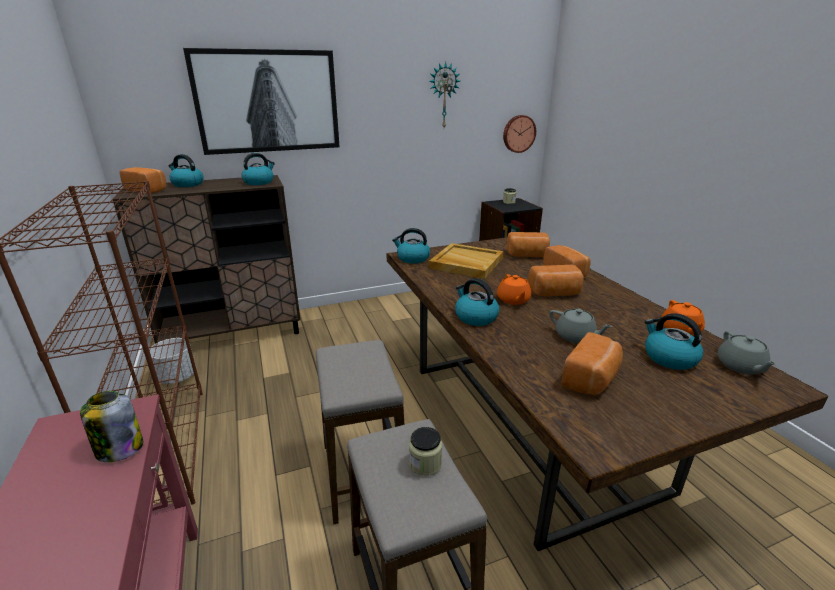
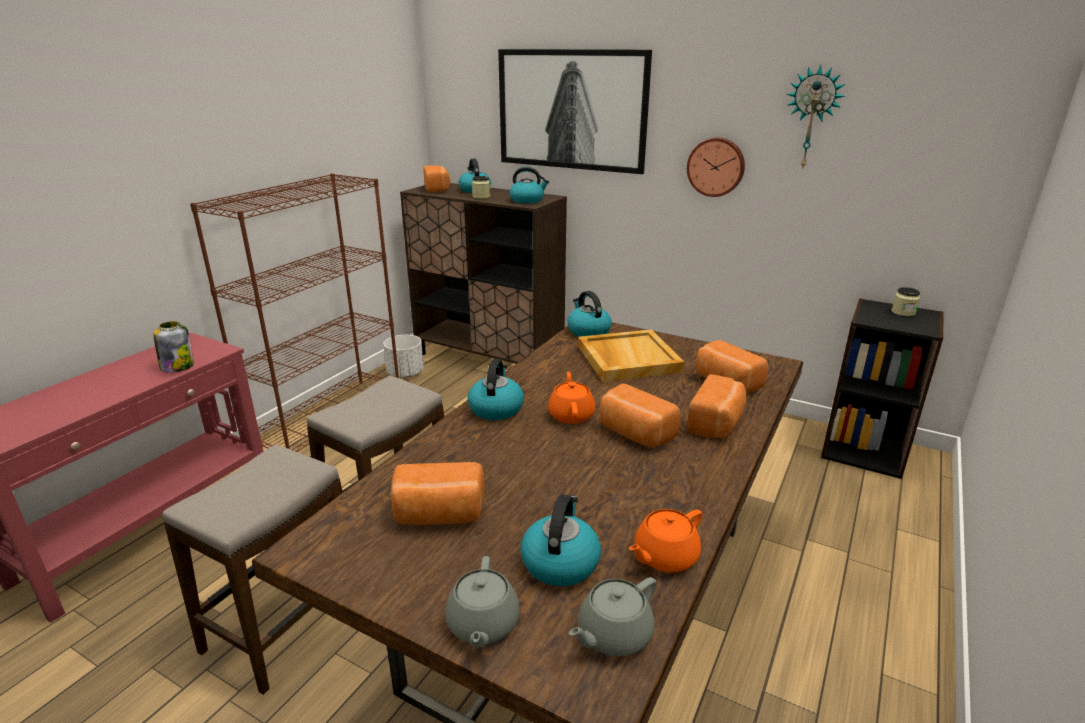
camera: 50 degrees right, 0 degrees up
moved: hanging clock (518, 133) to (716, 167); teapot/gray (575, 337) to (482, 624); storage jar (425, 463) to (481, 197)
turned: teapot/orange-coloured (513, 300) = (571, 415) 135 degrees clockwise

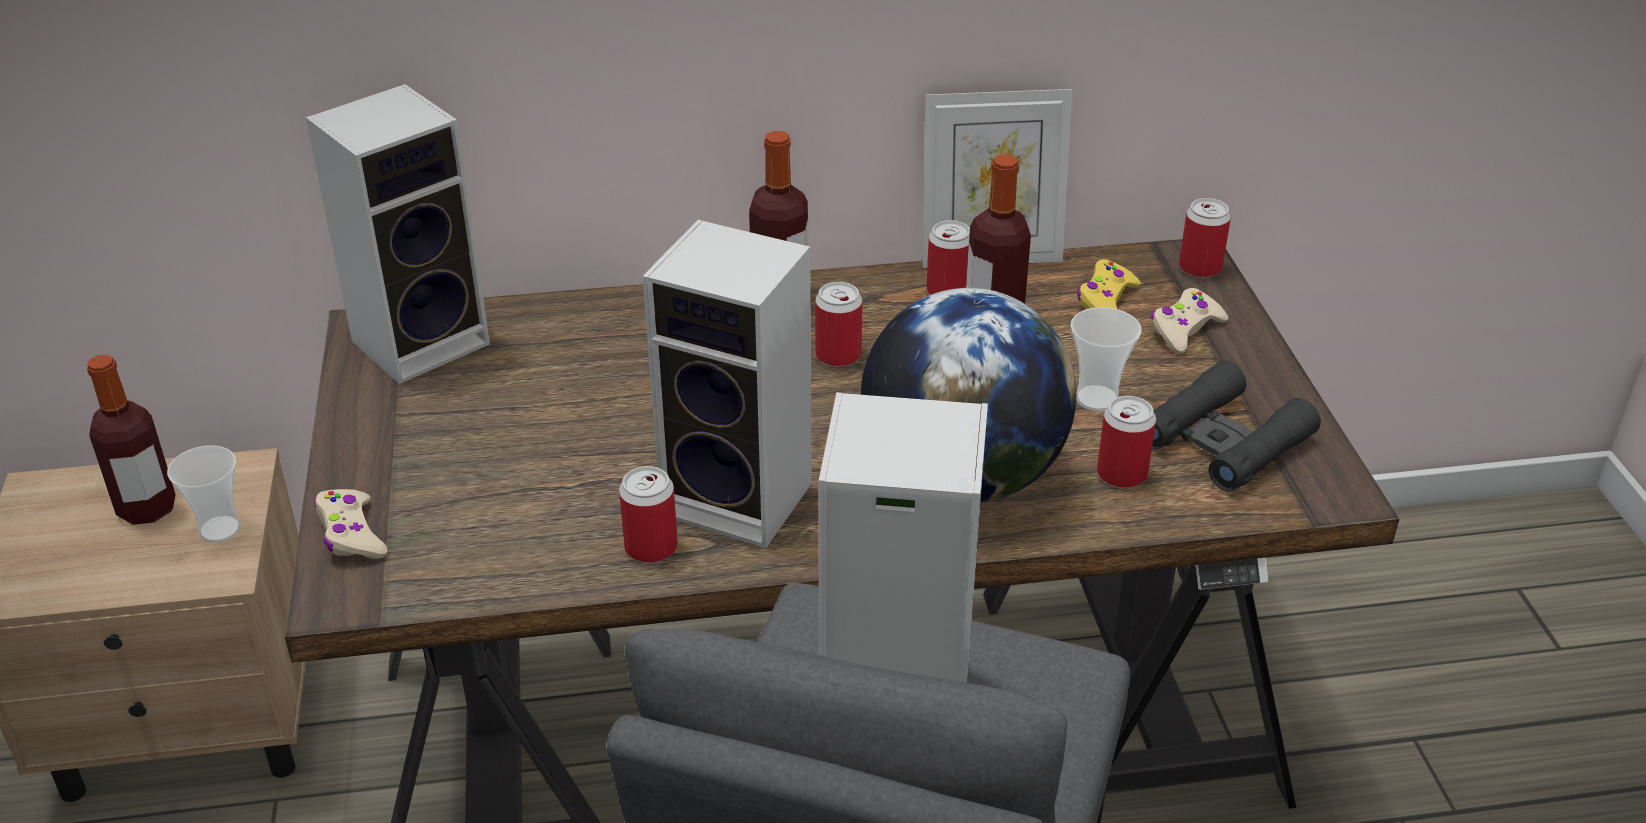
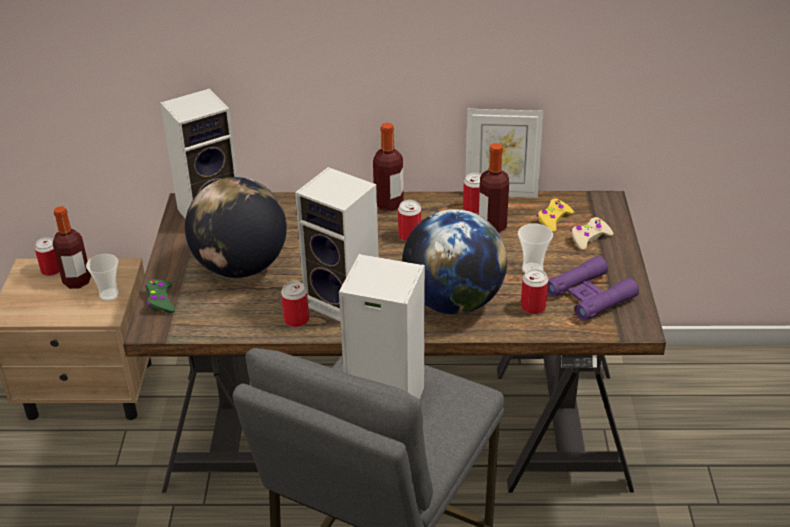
camera: 10 degrees right, 0 degrees up
added: world globe (240, 267)
moved: can (1200, 268) to (51, 270)
recoloured: binoculars/black (1223, 441) to binoculars/purplish (590, 296); joypad/beige-coloured (351, 534) to joypad/green (160, 301)

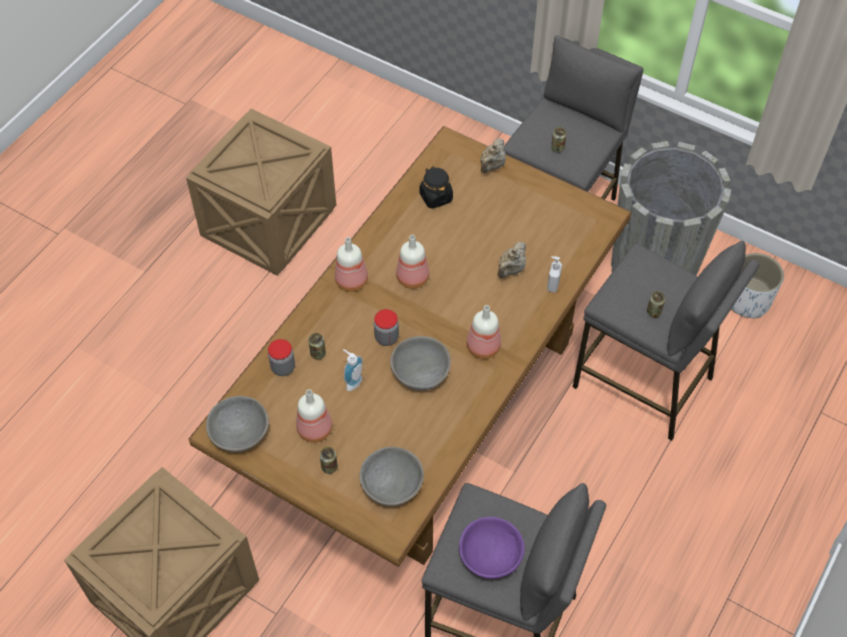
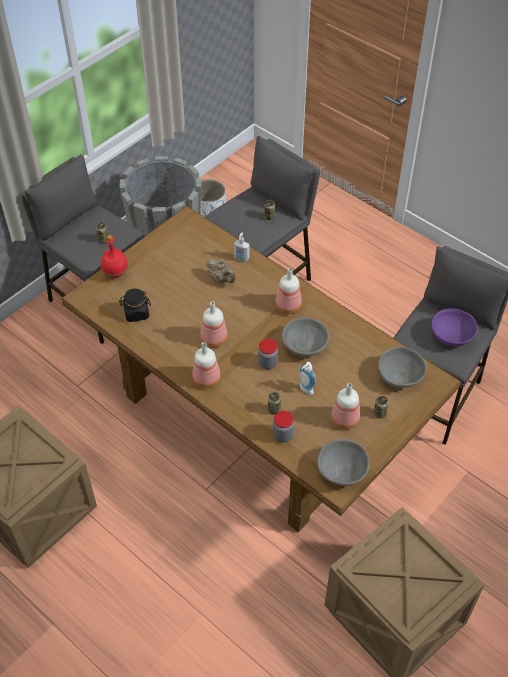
camera: 80 degrees left, 5 degrees down
replaced: teapot/beige-coloured (492, 166) to drink bottle/red (116, 274)

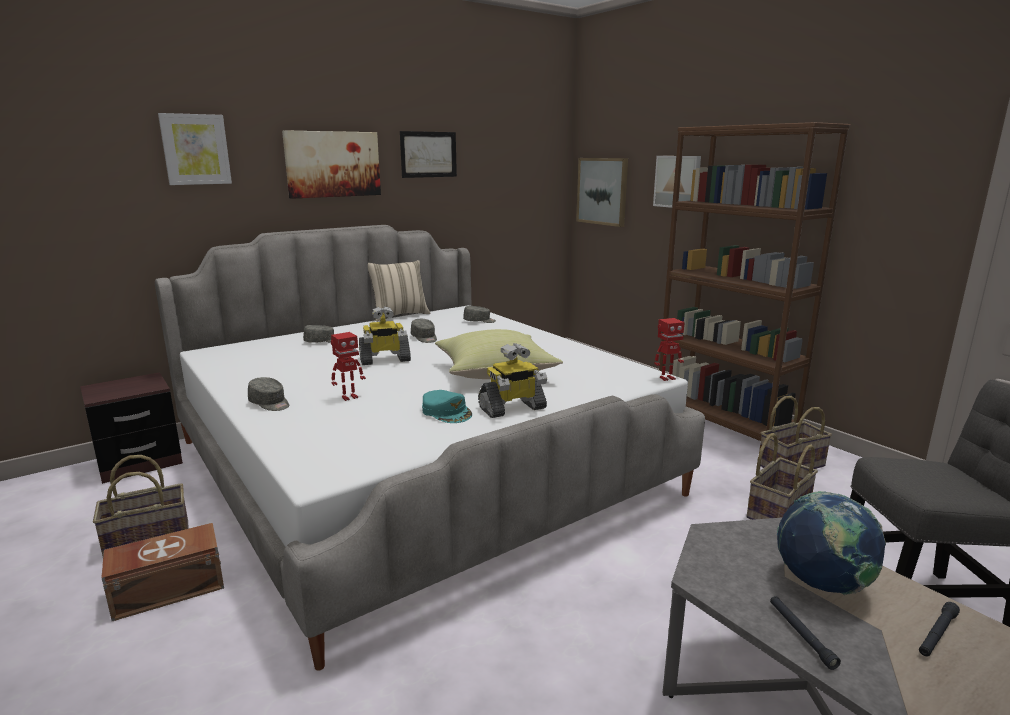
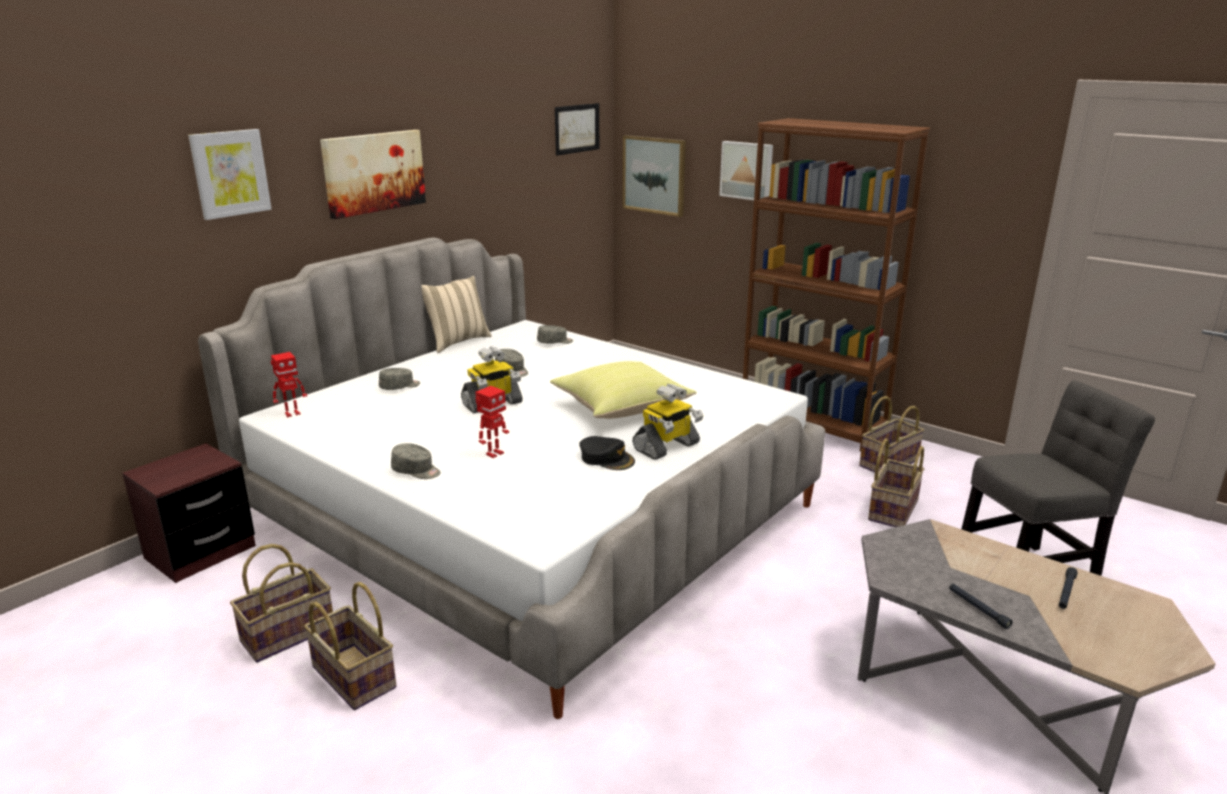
camera: 15 degrees left, 5 degrees up
removed: world globe (822, 584)
moved: wall art (428, 154) to (577, 128); robot figure (666, 378) to (292, 414)
replaced: storage bin/brown-coloured (167, 589) to household basket (352, 677)
recoloured: baseball cap/turquoise (447, 412) to baseball cap/black (607, 458)

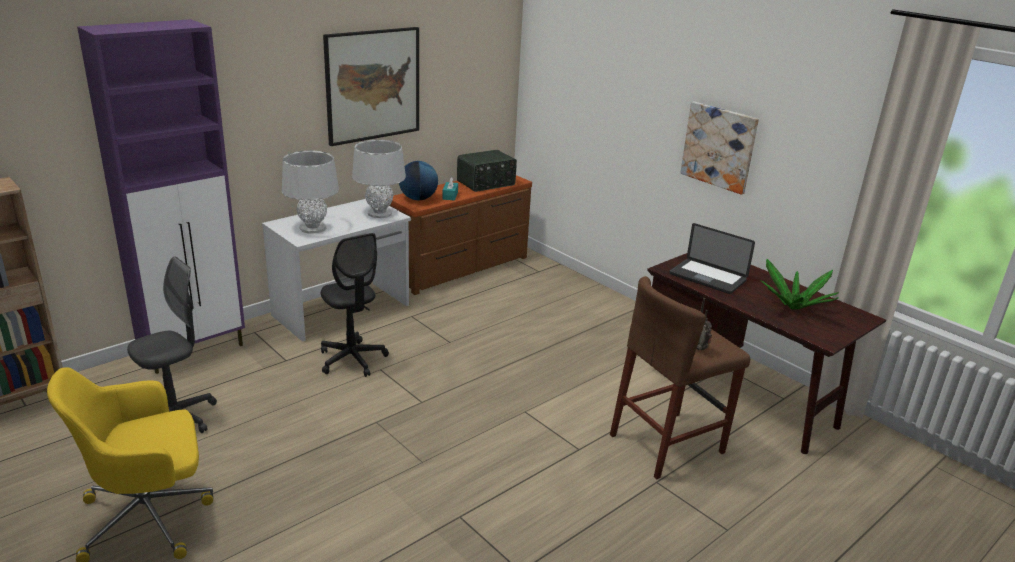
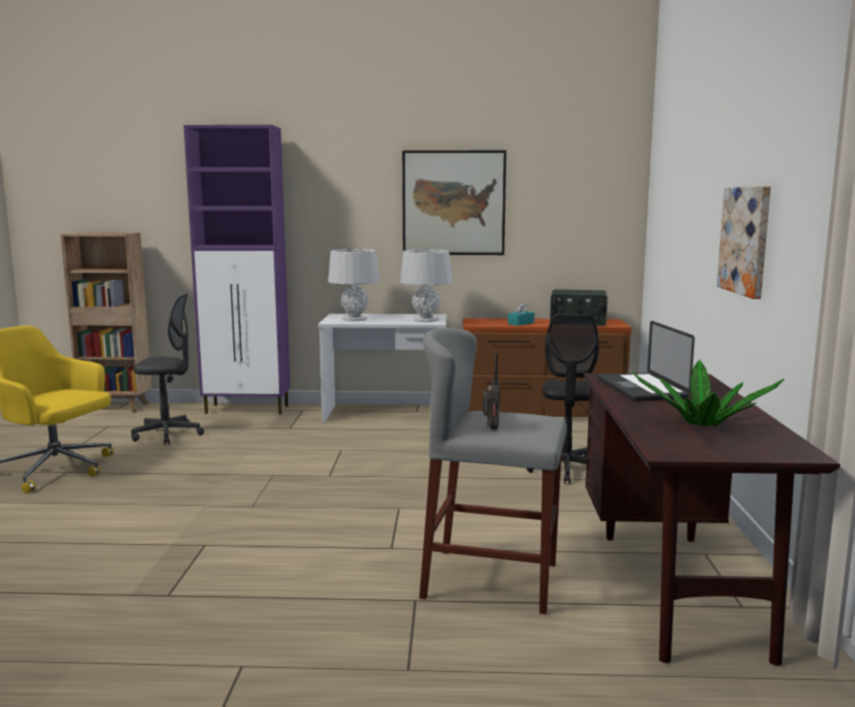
camera: 45 degrees right, 15 degrees down
removed: world globe (418, 199)
moved: computer chair/black (352, 360) to (566, 470)
recoloured: stool seat/brown-coloured (667, 444) to stool seat/gray (491, 580)

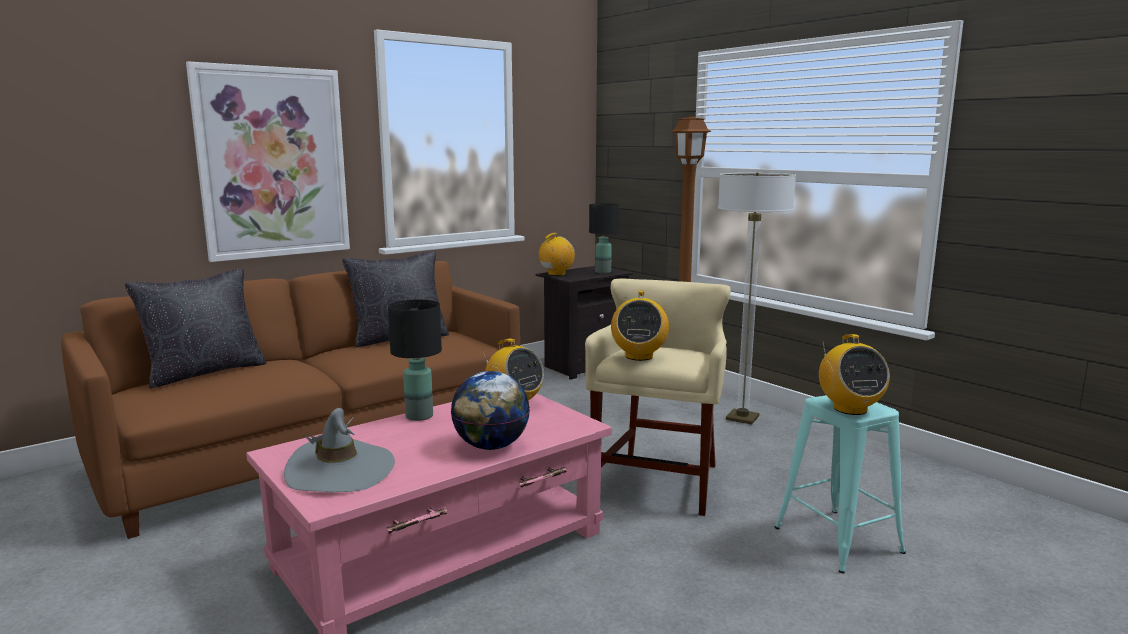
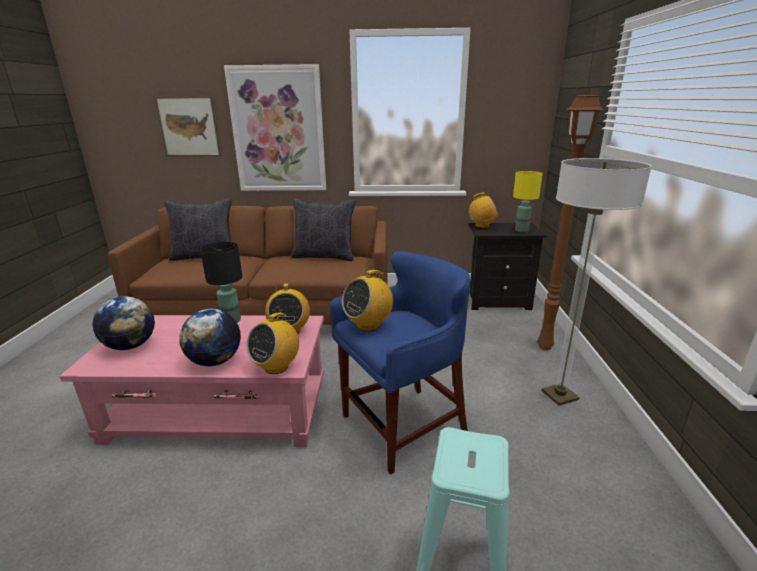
camera: 40 degrees right, 10 degrees up
added: wall art (189, 127)
moved: radio receiver (849, 409) to (276, 367)
replaced: wearable hat/gray (340, 471) to world globe (130, 346)
recoloured: lamp for a table/black (603, 272) to lamp for a table/yellowish (521, 230); stool seat/beige-coloured (659, 483) to stool seat/blue-coloured (403, 426)

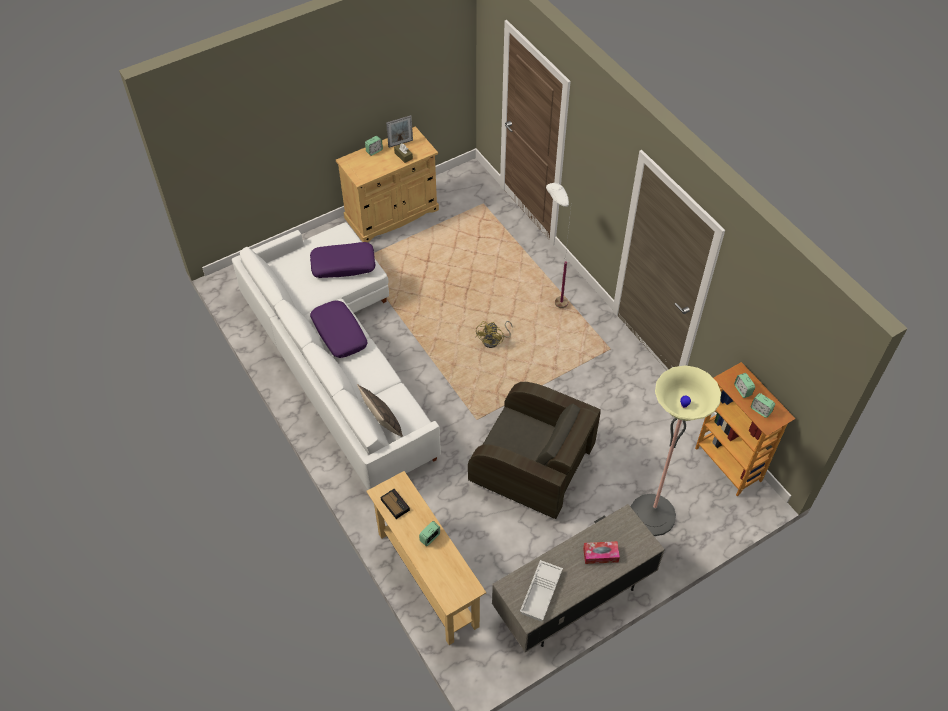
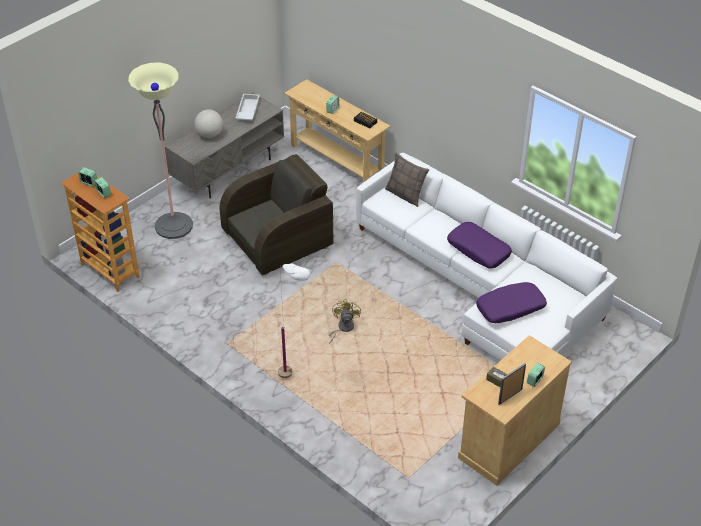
camera: 165 degrees right, 10 degrees down
replaced: box of tissues (600, 555) to world globe (209, 135)
turned: armchair/brown-coloured (532, 466) = (278, 239) 135 degrees clockwise

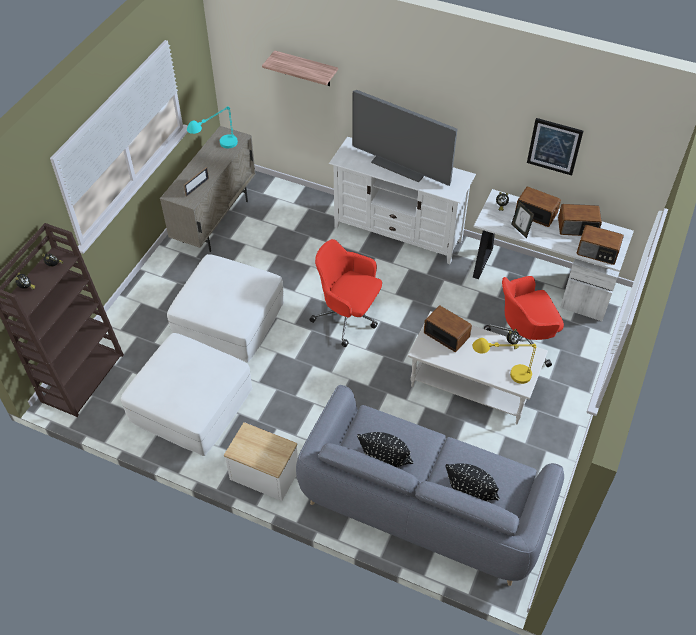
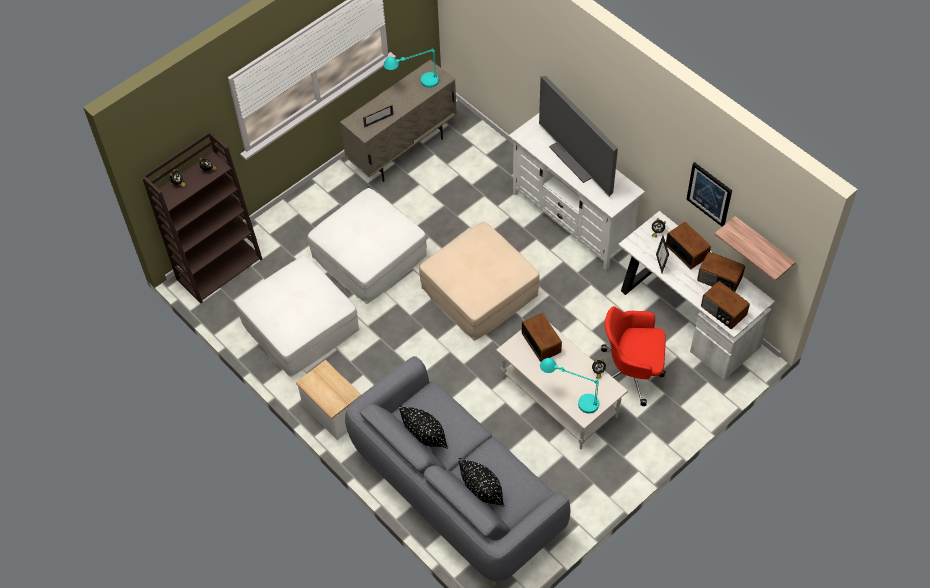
camera: 25 degrees right, 5 degrees up
moved: wall shelf (306, 69) to (763, 246)
replaced: computer chair/red (348, 317) to pouffe/beige-coloured (479, 291)
recoloured: lamp for a table/yellowish (501, 375) to lamp for a table/turquoise (570, 398)

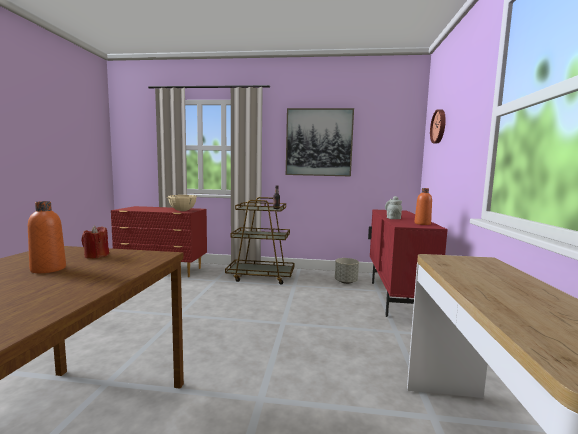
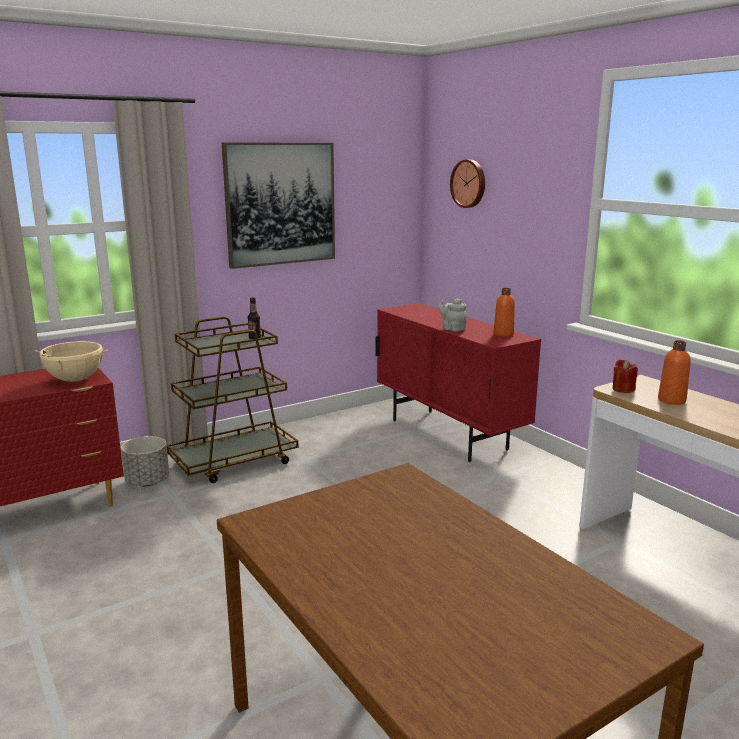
camera: 40 degrees left, 10 degrees up
moved: drink bottle/orange-coloured (48, 269) to (671, 400); wax candle/red (96, 256) to (623, 389); planter/gray (346, 282) to (148, 482)

